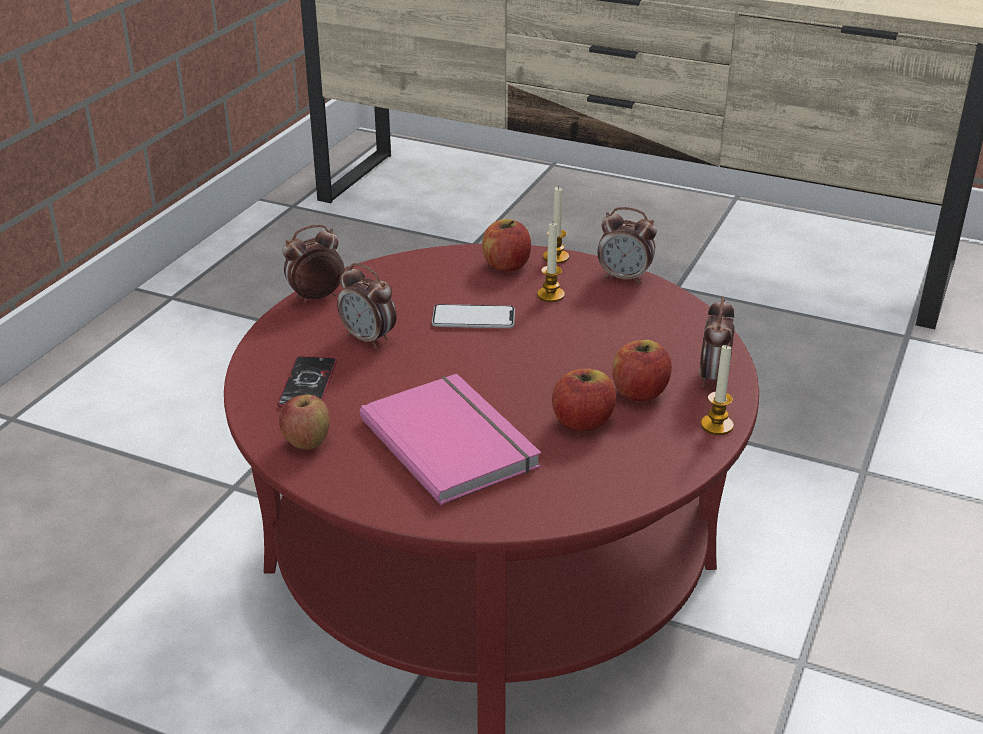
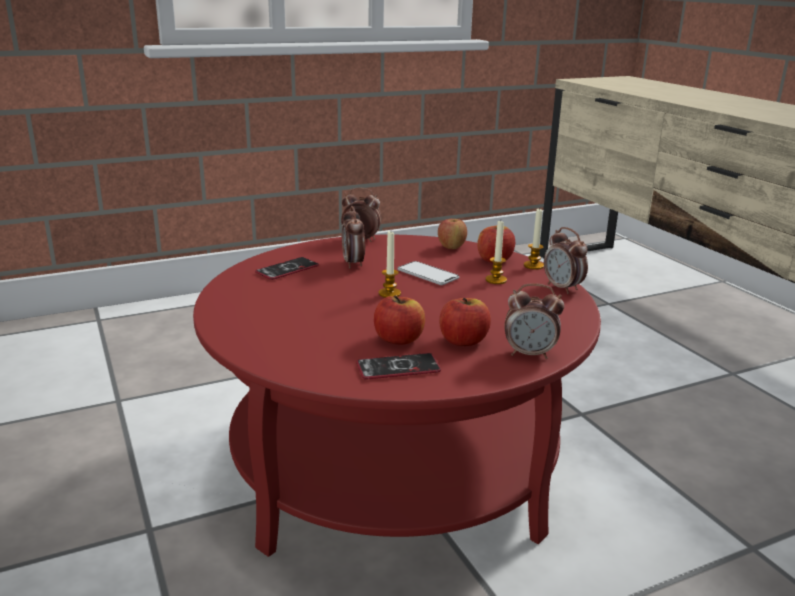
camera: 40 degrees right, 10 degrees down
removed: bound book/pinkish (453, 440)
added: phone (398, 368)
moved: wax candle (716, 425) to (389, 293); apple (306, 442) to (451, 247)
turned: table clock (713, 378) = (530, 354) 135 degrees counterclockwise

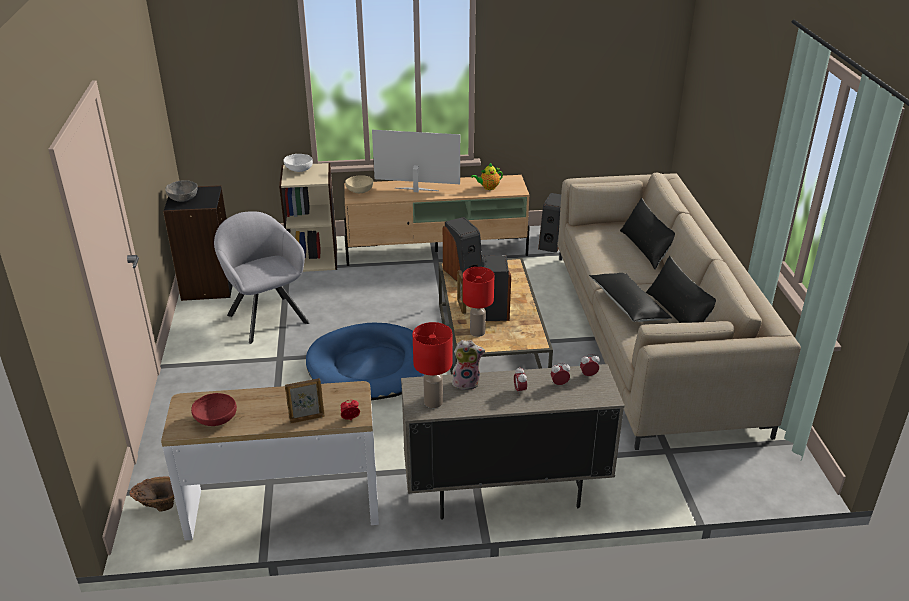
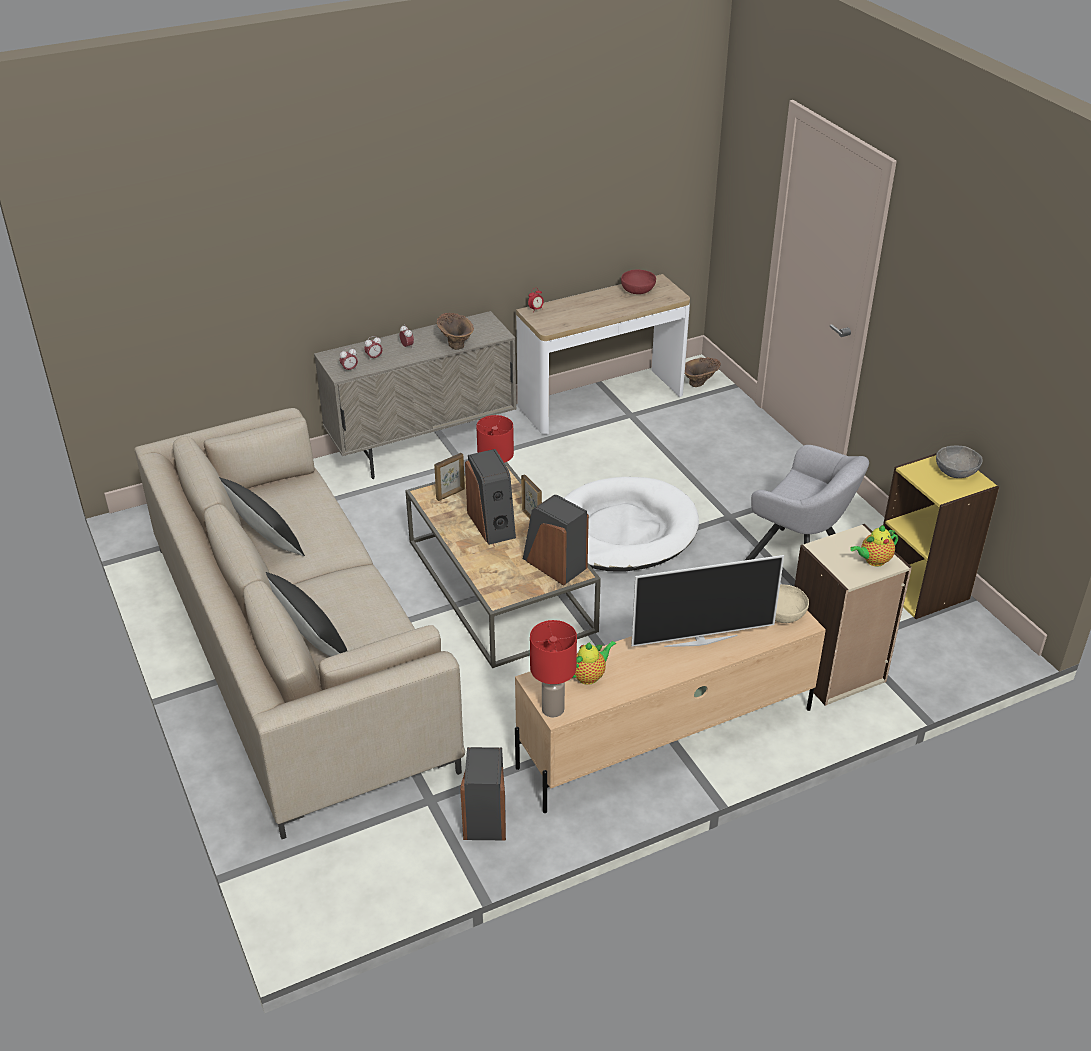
camera: 160 degrees right, 5 degrees up
removed: throw pillow/black (628, 305)
moved: lamp for a table/red (434, 402) to (552, 709); standing frame (306, 418) to (451, 494)
replaced: deep dish/white (298, 170) to teapot (873, 561); cuddly toy (466, 382) to flower vase/brown-coloured (456, 343)
recoloured: bookshelf/black (207, 286) to bookshelf/yellowish (921, 588); pet bed/blue-coloured (372, 366) to pet bed/white (622, 531)

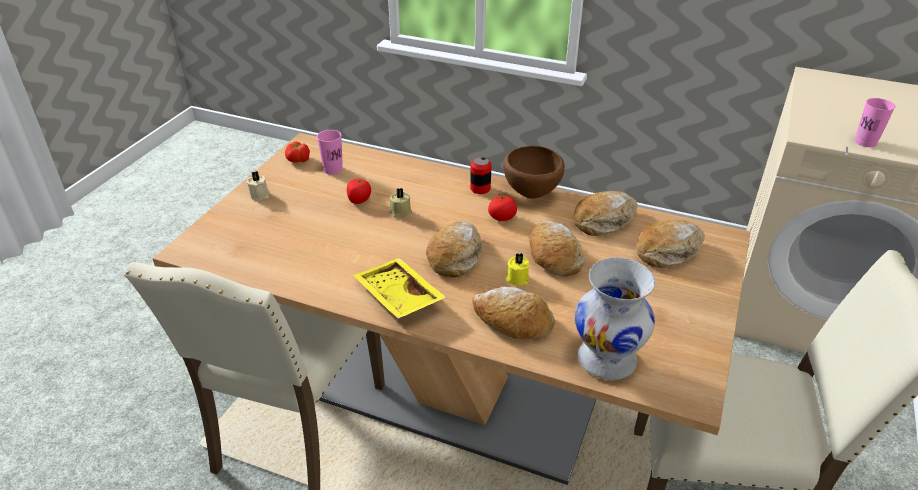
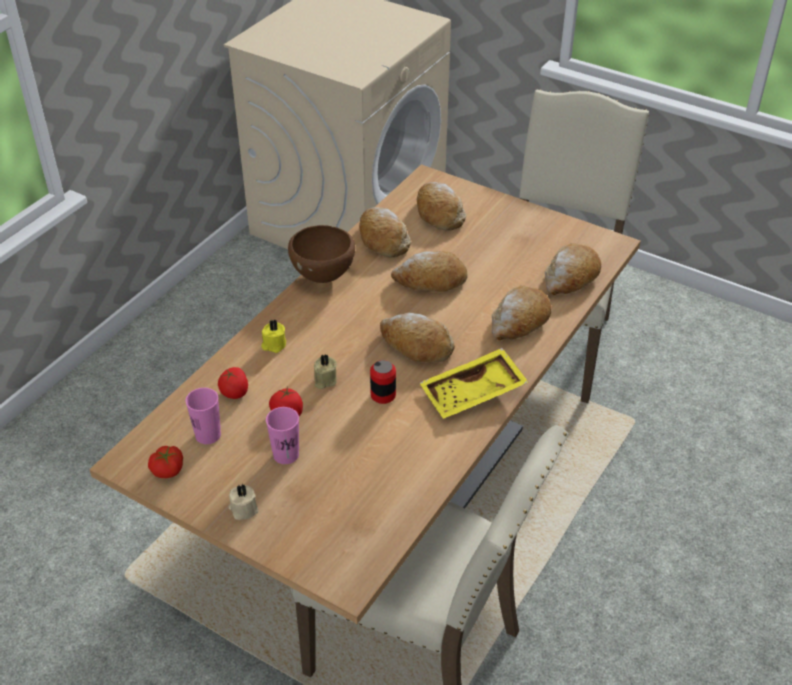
camera: 80 degrees left, 5 degrees up
moved: cup/pinkish (865, 142) to (286, 454); can (480, 188) to (383, 395); tomato (502, 217) to (235, 392); wax candle/yellowish (517, 278) to (274, 345)
replaced: flower vase/white (605, 359) to bakery bread (570, 278)

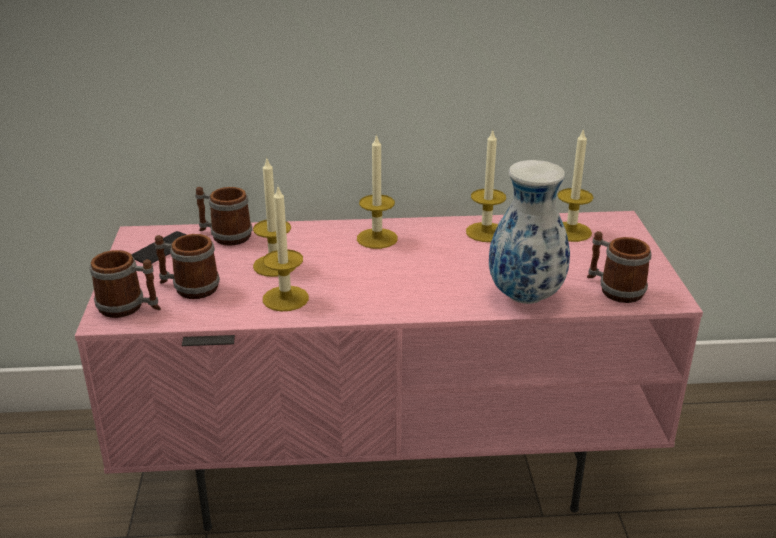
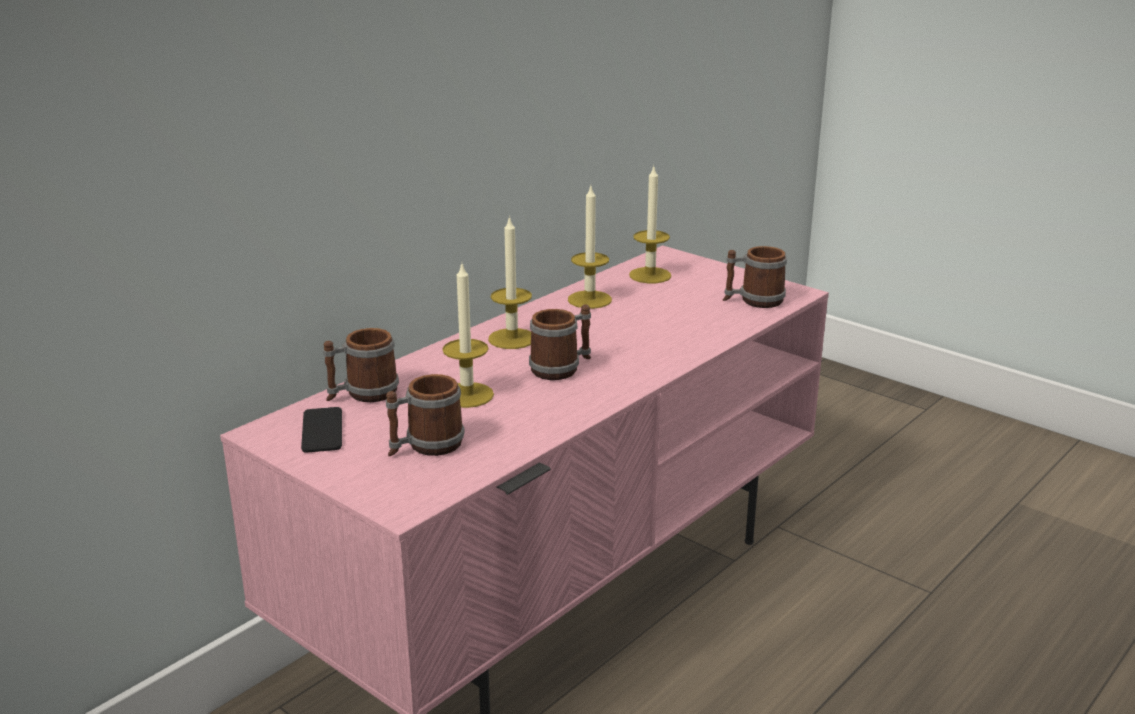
camera: 45 degrees left, 5 degrees down
removed: flower vase (526, 297); wax candle (285, 298)
moved: mug (129, 307) to (562, 368)

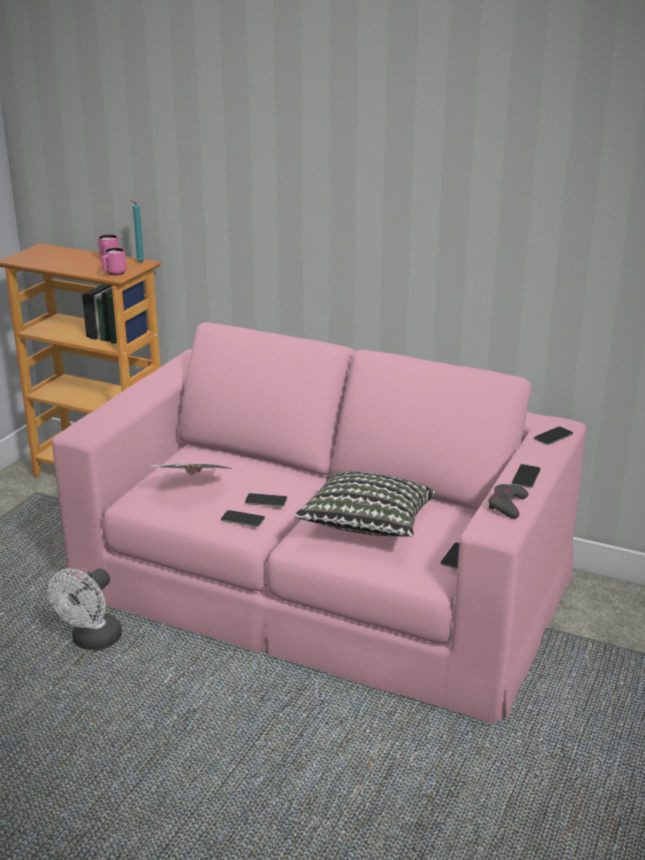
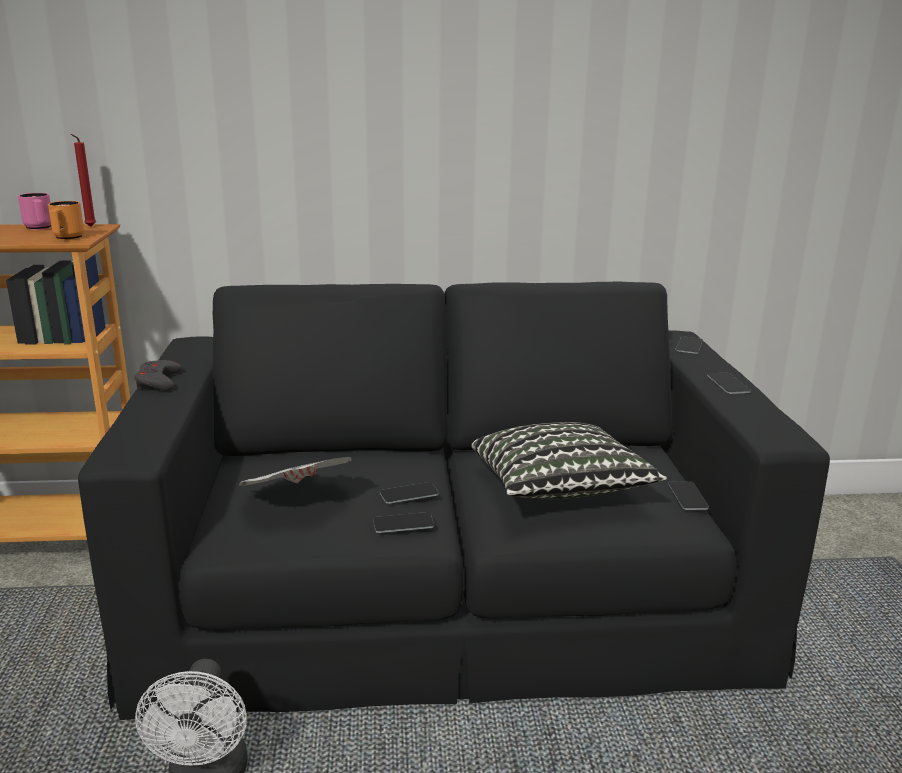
camera: 30 degrees left, 5 degrees down
moved: joypad/gray (507, 505) to (158, 381)
recoloured: wax candle/turquoise (139, 263) to wax candle/red (89, 227); mug/pinkish (114, 274) to mug/orange-coloured (66, 238); couch/pinkish (323, 583) to couch/black (449, 590)

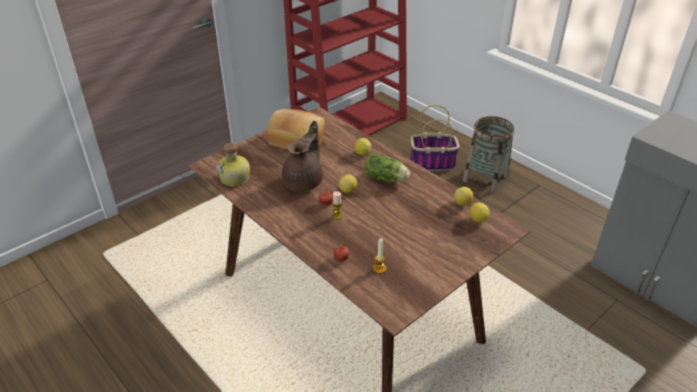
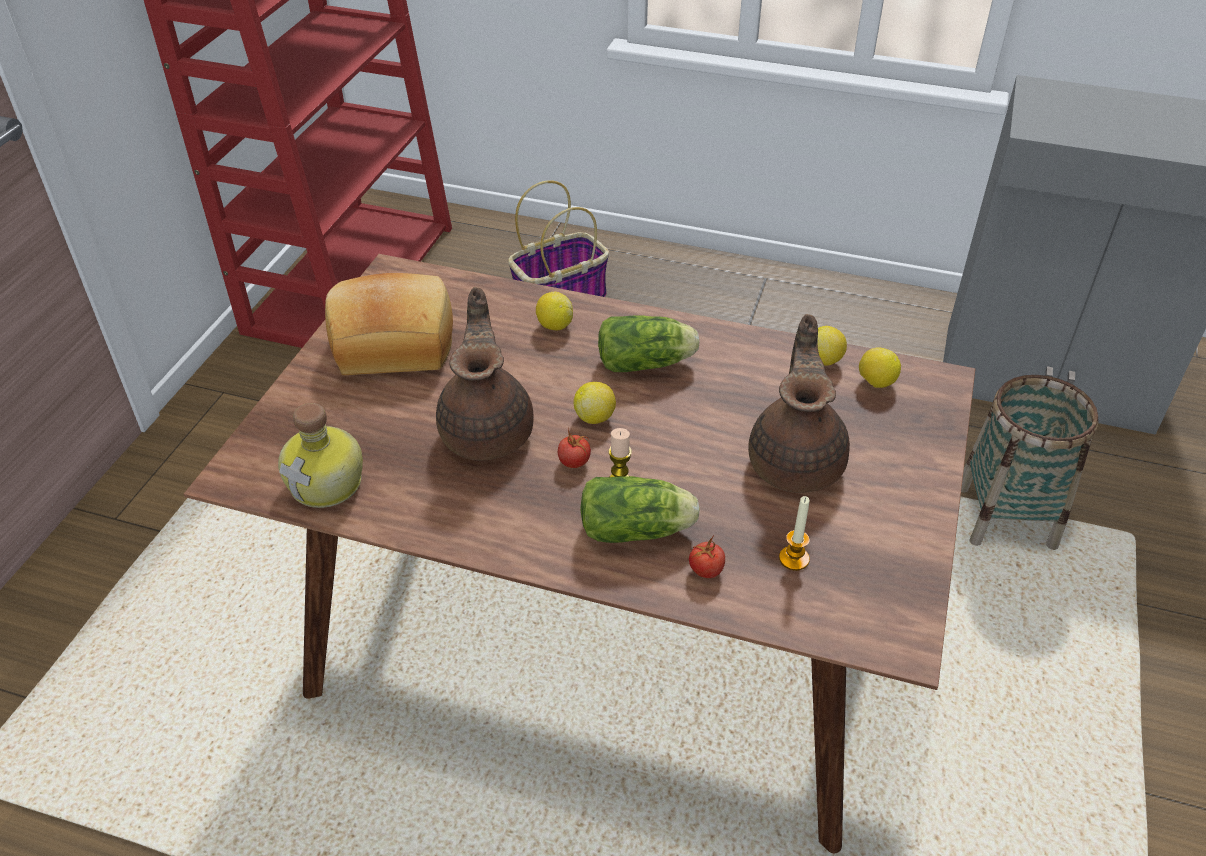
camera: 30 degrees left, 5 degrees up
added: teapot/brown-coloured (797, 461); lettuce (639, 530)
moved: household basket (485, 178) to (1006, 517)

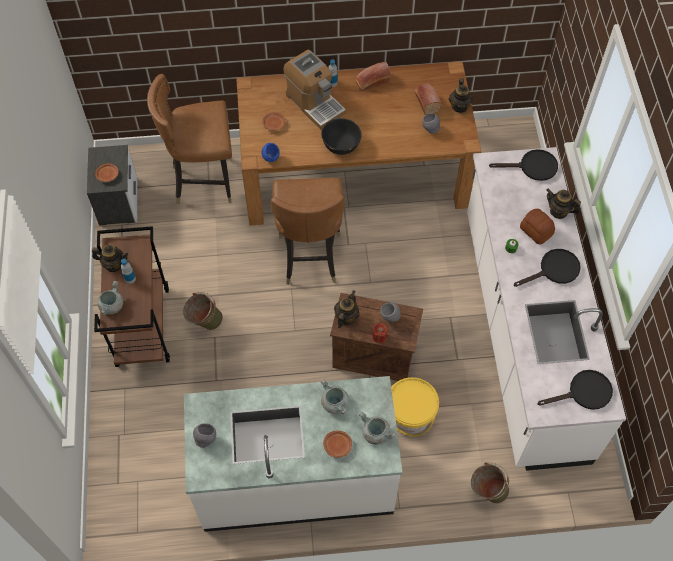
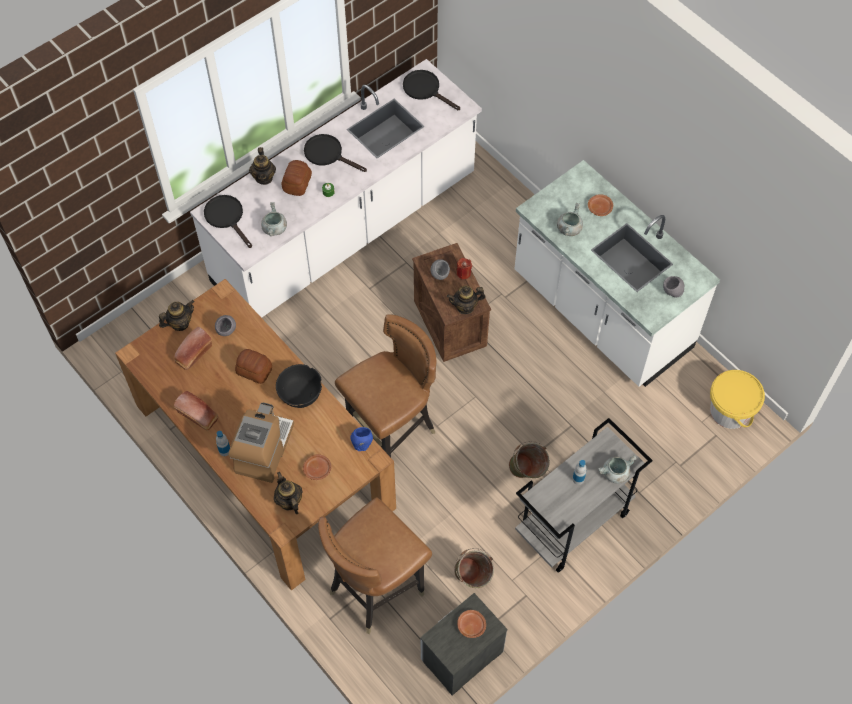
camera: 125 degrees left, 0 degrees up
added: bakery bread (254, 371)
moved: teapot (114, 264) to (289, 501); water bucket/yellowish (410, 416) to (730, 411); stockpot/gray (375, 433) to (275, 229); water bucket/green (486, 492) to (472, 580)
recoloured: trolley/brown-coloured (142, 326) to trolley/gray (572, 524)
turned: plain chair/brown-coloured (204, 181) = (375, 589) 90 degrees clockwise

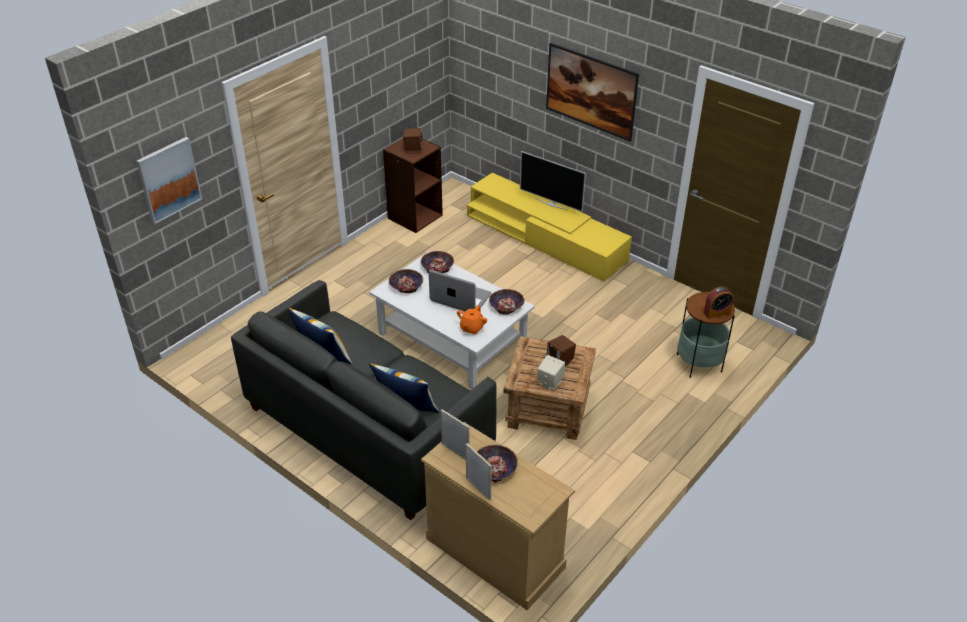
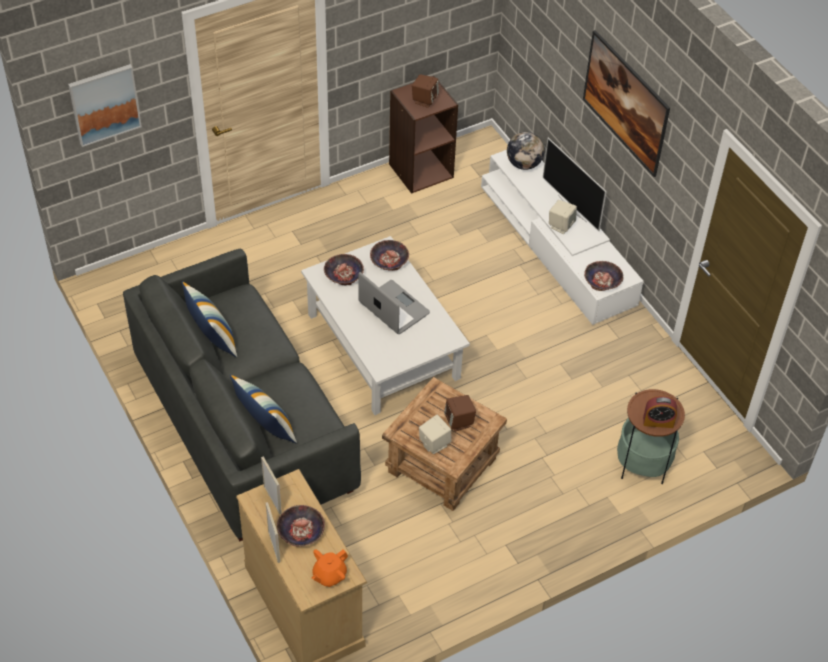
camera: 20 degrees right, 10 degrees up
added: world globe (524, 164); audio speaker/beige-coloured (561, 225)
moved: deep dish (506, 306) to (602, 280); teapot/orange-coloured (471, 328) to (329, 575)
recoloured: tv stand/yellowish (544, 238) to tv stand/white (556, 245)

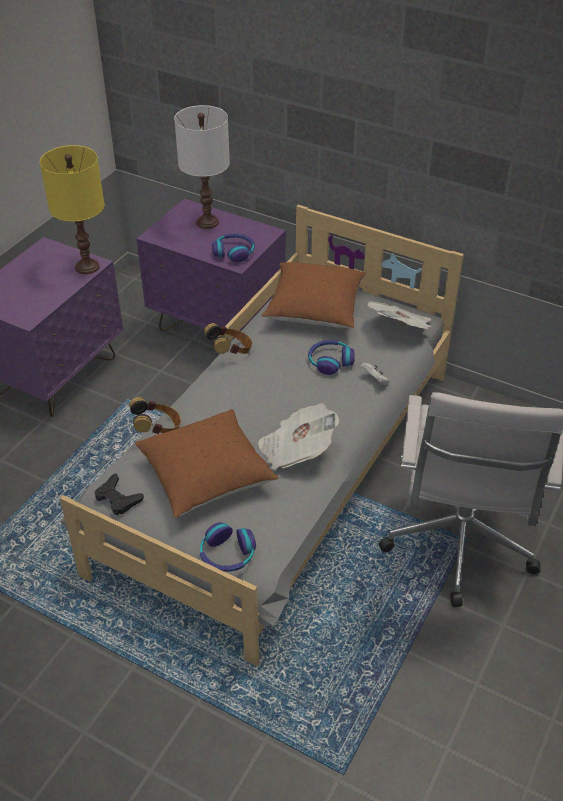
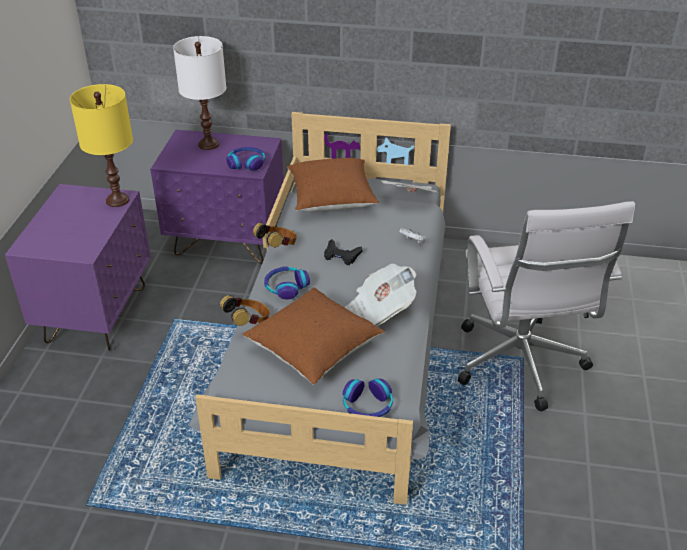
camera: 20 degrees left, 5 degrees down
moved: headphones (330, 361) to (286, 287); joypad/black (118, 498) to (341, 255)

